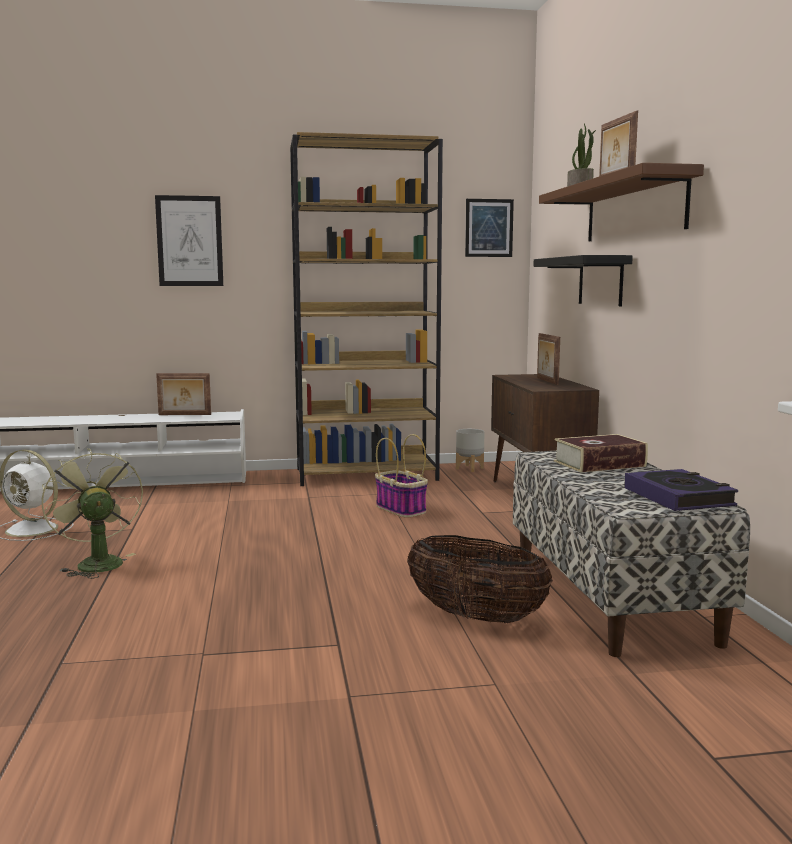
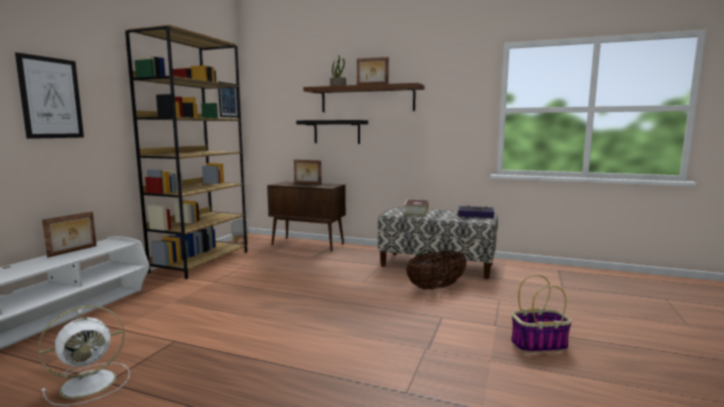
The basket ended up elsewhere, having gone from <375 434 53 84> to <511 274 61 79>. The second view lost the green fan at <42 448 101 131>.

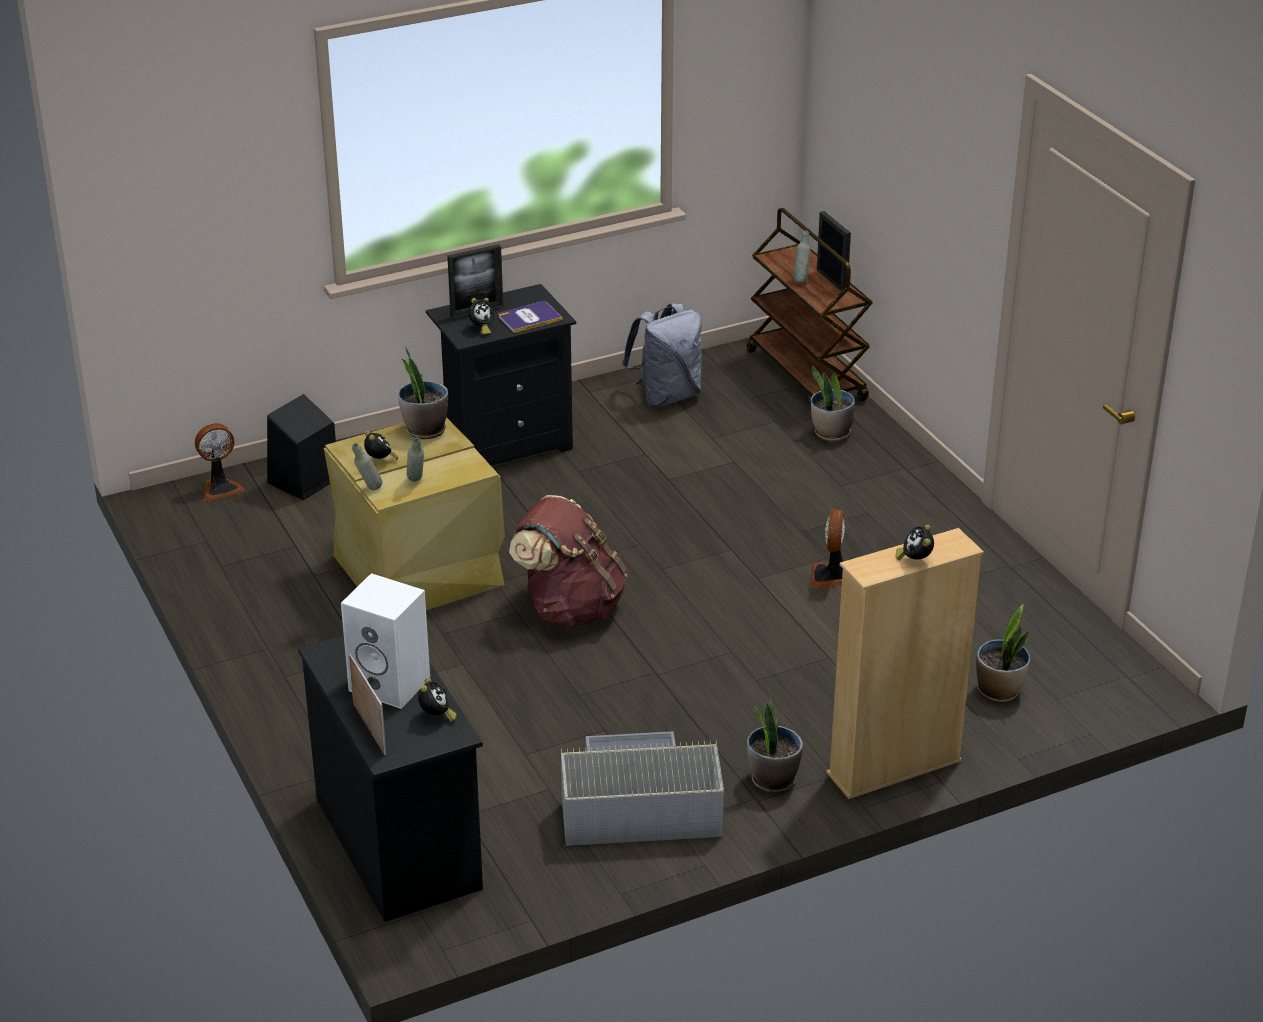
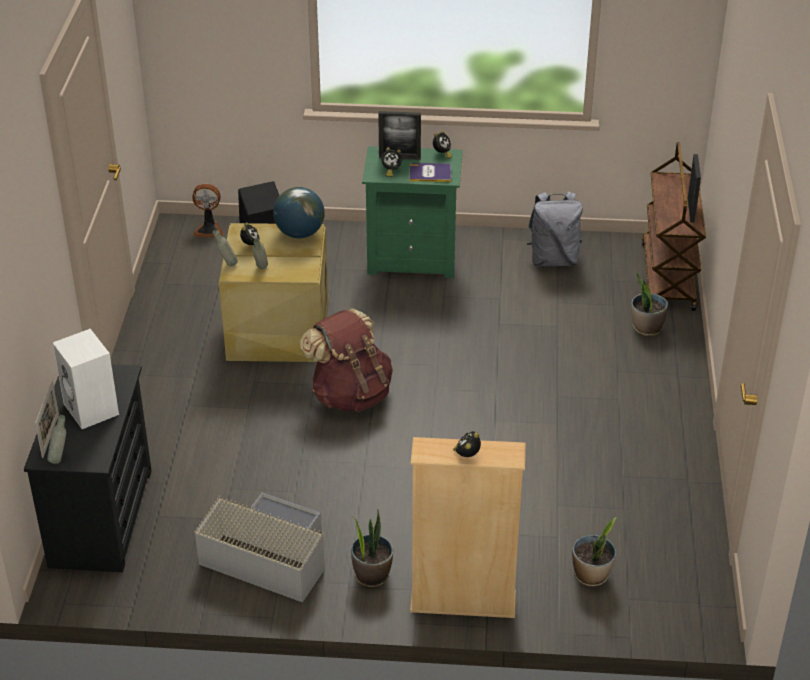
The grey bottle ended up elsewhere, having gone from <794 230 17 53> to <47 415 19 49>. Where the potted plant stood at <398 347 50 92>, the globe came to stand at <273 187 52 51>. What was the black nightstand at <426 284 150 182> turned into the green nightstand at <362 146 101 132>. The alarm clock ended up elsewhere, having gone from <418 678 39 44> to <433 131 19 28>. The second view lost the fan at <810 509 35 80>.

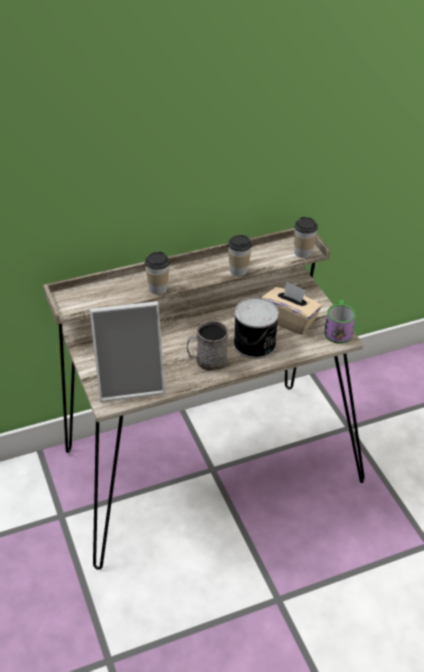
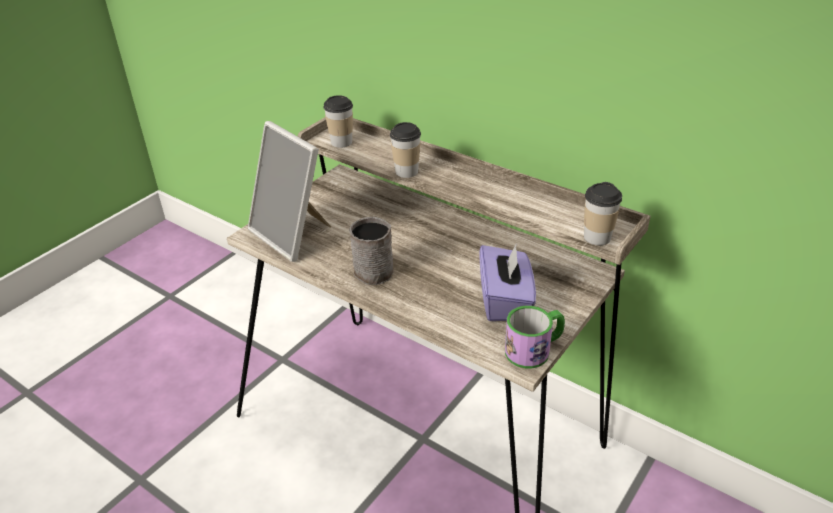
The cup ended up elsewhere, having gone from <228 235 24 41> to <324 95 29 52>. What was the beige tissue box at <261 281 61 54> turned into the purple tissue box at <479 244 57 77>. The second view lost the can at <233 297 46 62>.

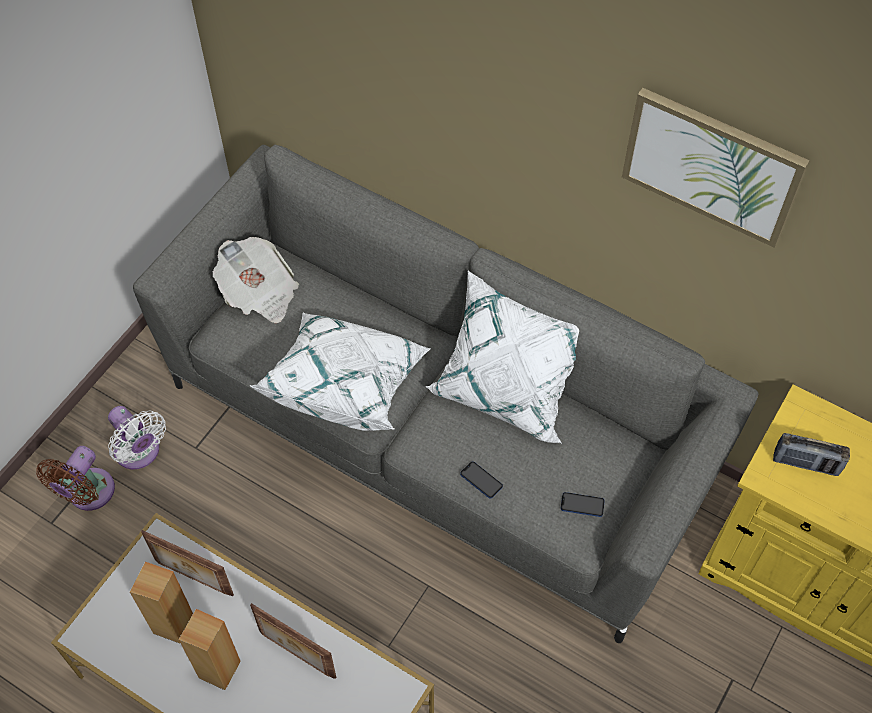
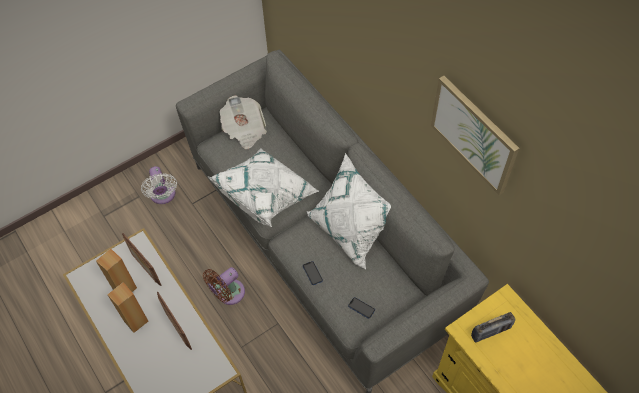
The brown fan ended up elsewhere, having gone from <36 446 79 65> to <203 267 42 38>. The radio at <773 433 77 43> ended up facing another way, 60 degrees counterclockwise from before.

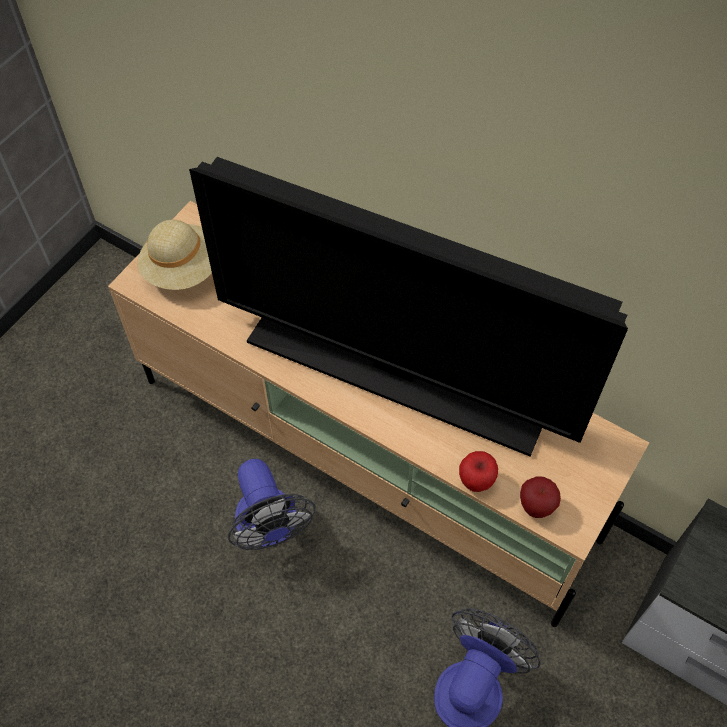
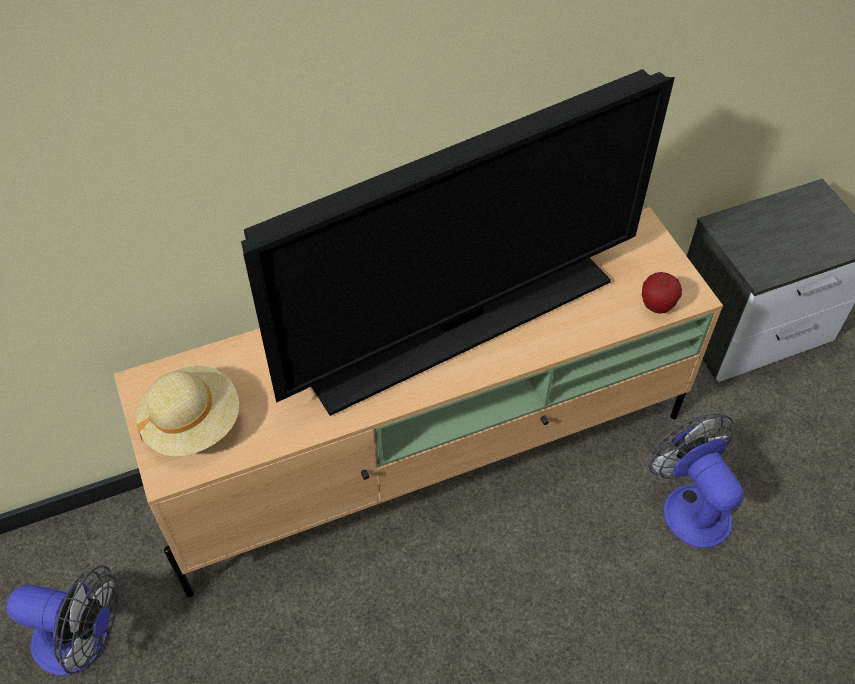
The fan ended up elsewhere, having gone from <228 459 88 91> to <6 565 112 111>. The second view lost the apple at <459 451 39 41>.

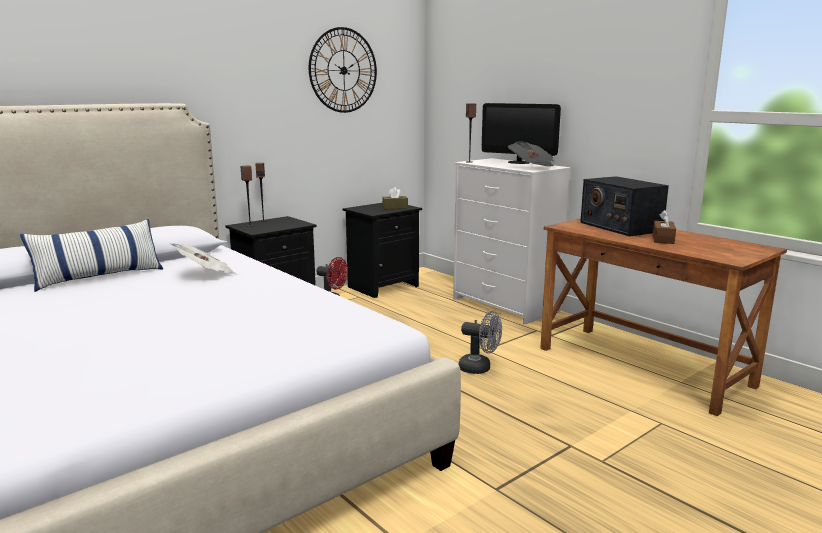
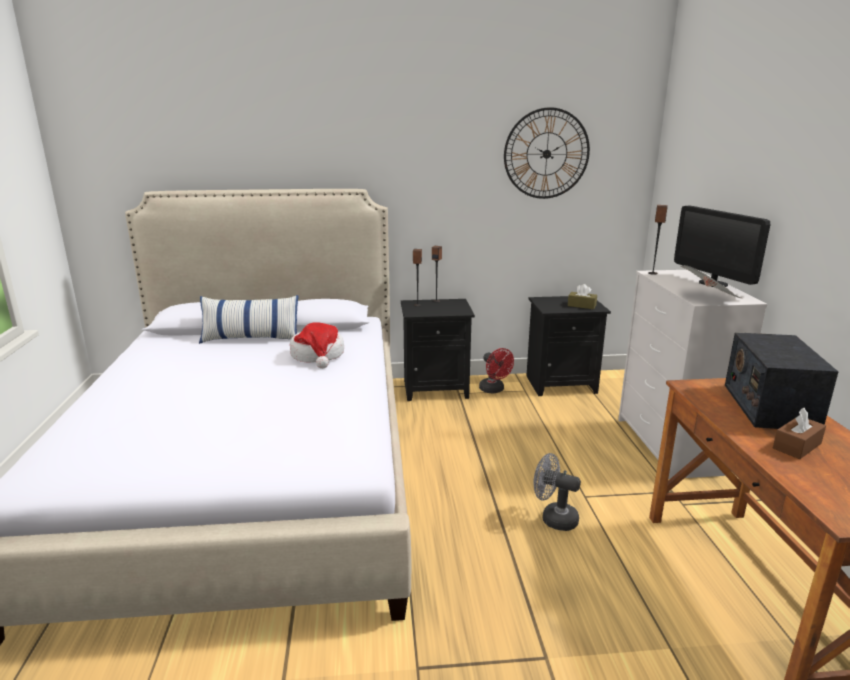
Where the newspaper stood at <169 243 68 31>, the hat came to stand at <290 322 54 47>. The grey fan at <459 311 43 63> ended up facing another way, 150 degrees clockwise from before.

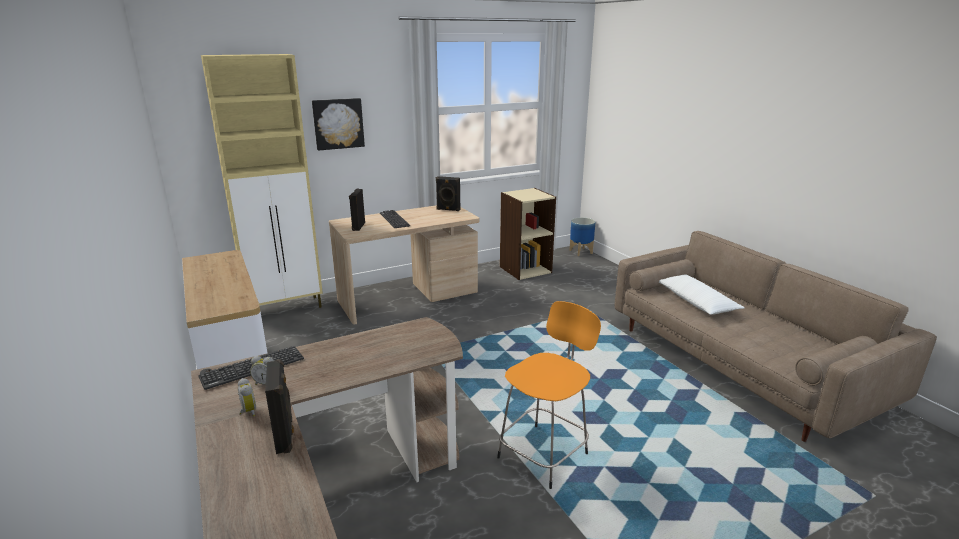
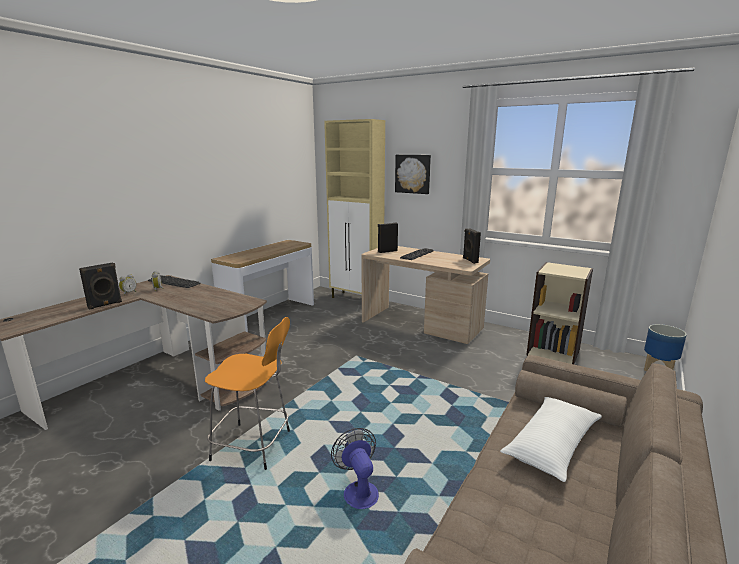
The second view gained the fan at <331 428 48 81>.

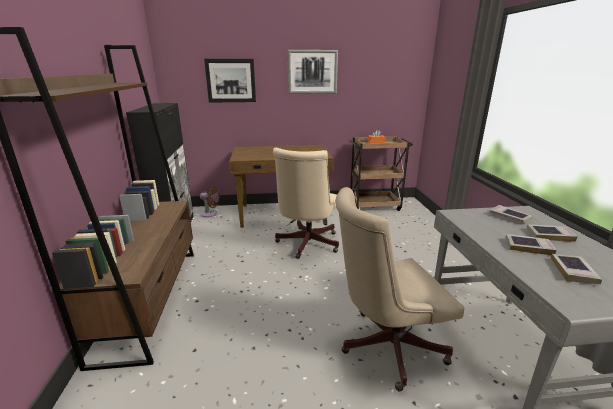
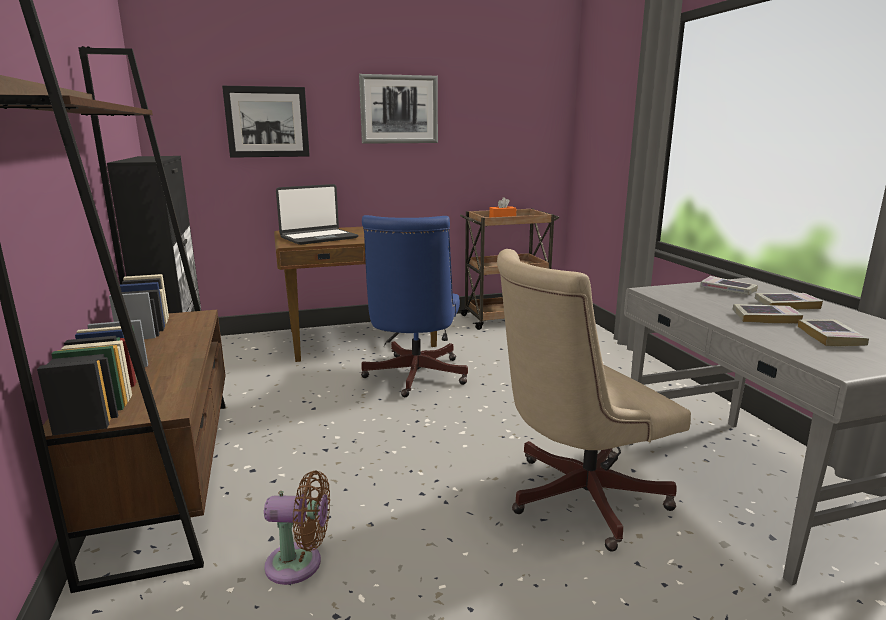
The brown fan ended up elsewhere, having gone from <200 186 20 31> to <264 471 66 114>. The second view gained the laptop at <276 184 83 61>. What was the beige office chair at <273 148 66 111> turned into the blue office chair at <361 215 107 182>.

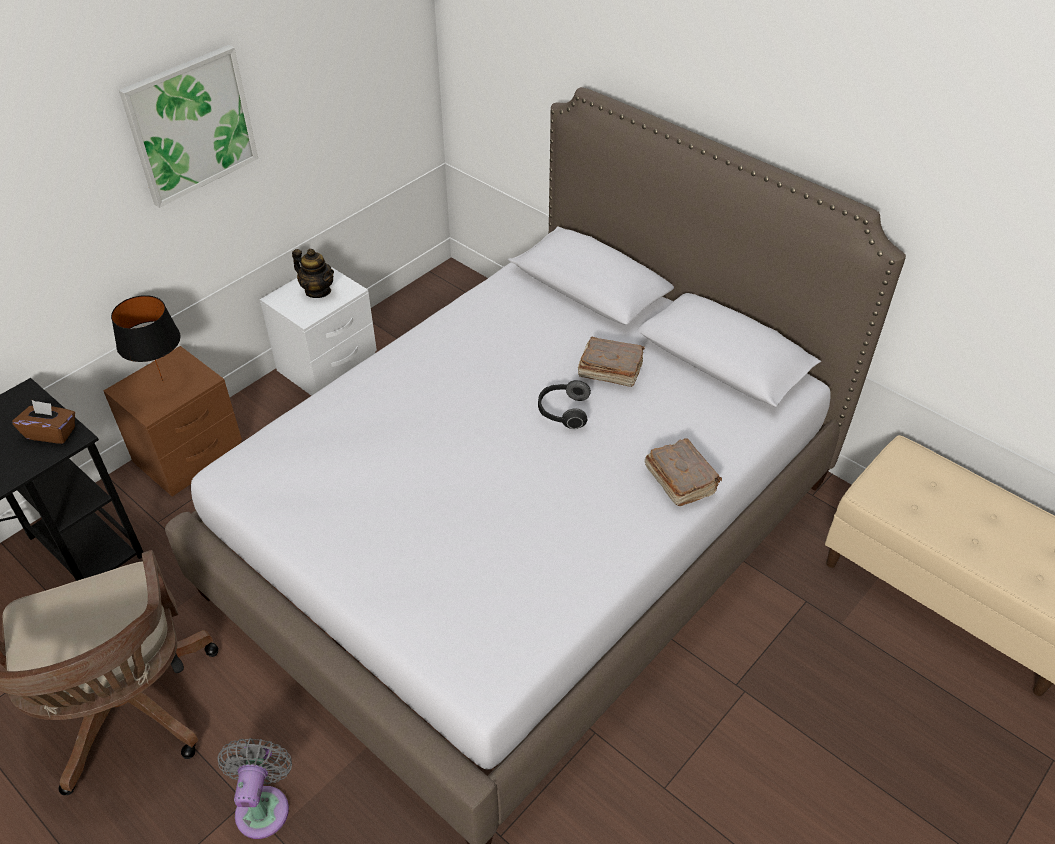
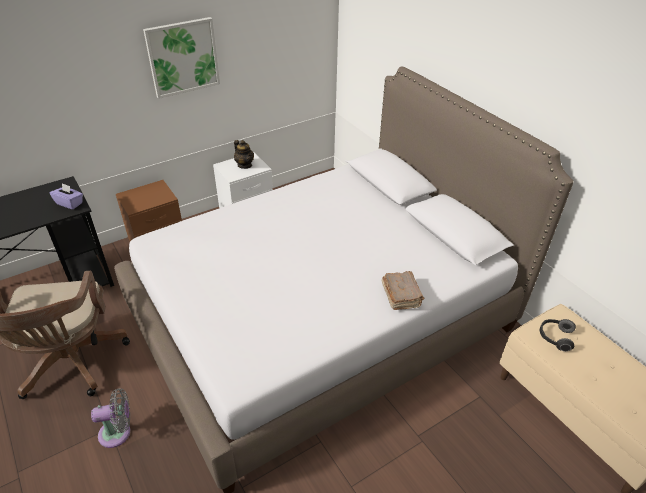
What was the brown tissue box at <12 400 63 44> turned into the purple tissue box at <50 183 33 26>. The grey fan at <218 738 74 101> ended up facing another way, 60 degrees clockwise from before. The headphones ended up elsewhere, having gone from <538 380 53 49> to <540 319 36 32>. The second view lost the black table lamp at <111 295 70 86>. The second view lost the brown book at <578 337 67 50>.

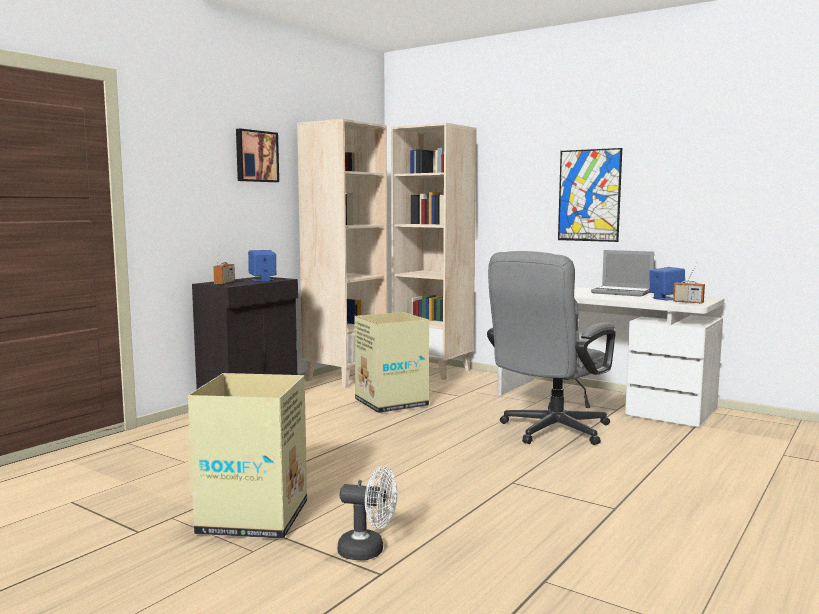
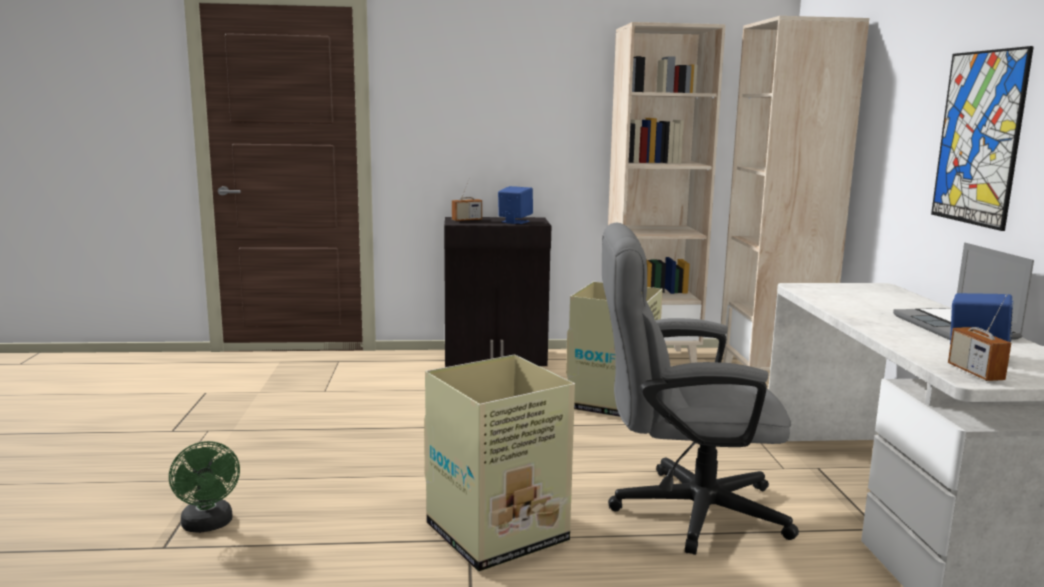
What was the white fan at <337 466 61 94> turned into the green fan at <169 441 71 92>. The cardboard box ended up elsewhere, having gone from <188 373 119 166> to <424 355 151 217>. The second view lost the picture at <236 129 43 53>.

